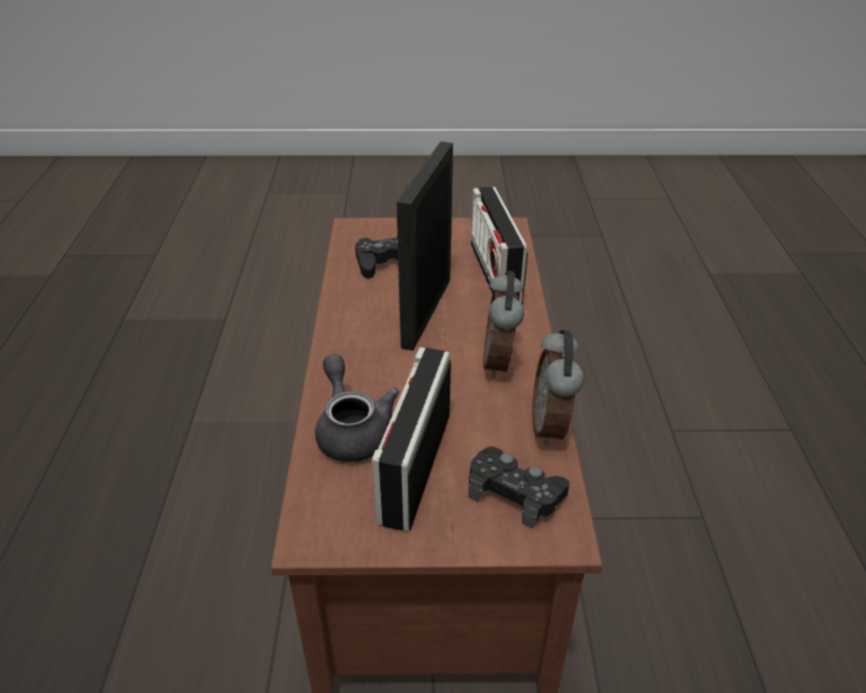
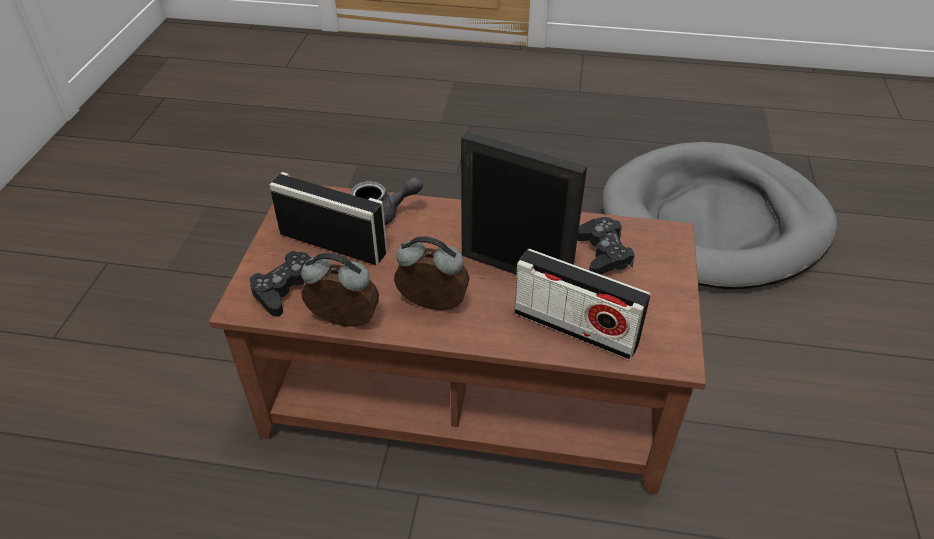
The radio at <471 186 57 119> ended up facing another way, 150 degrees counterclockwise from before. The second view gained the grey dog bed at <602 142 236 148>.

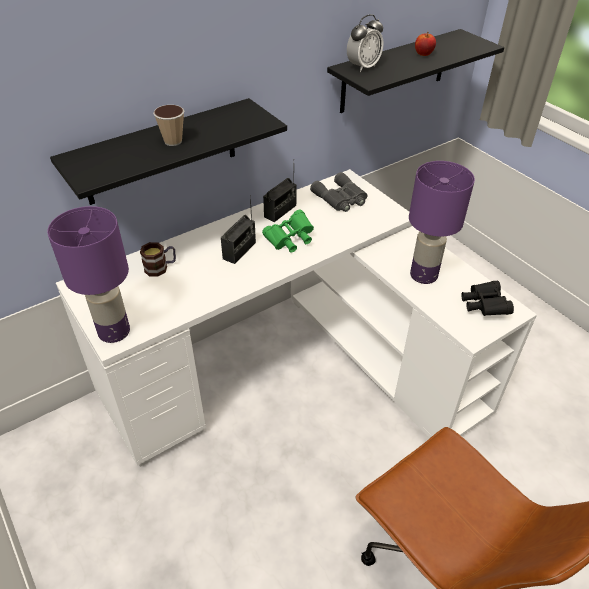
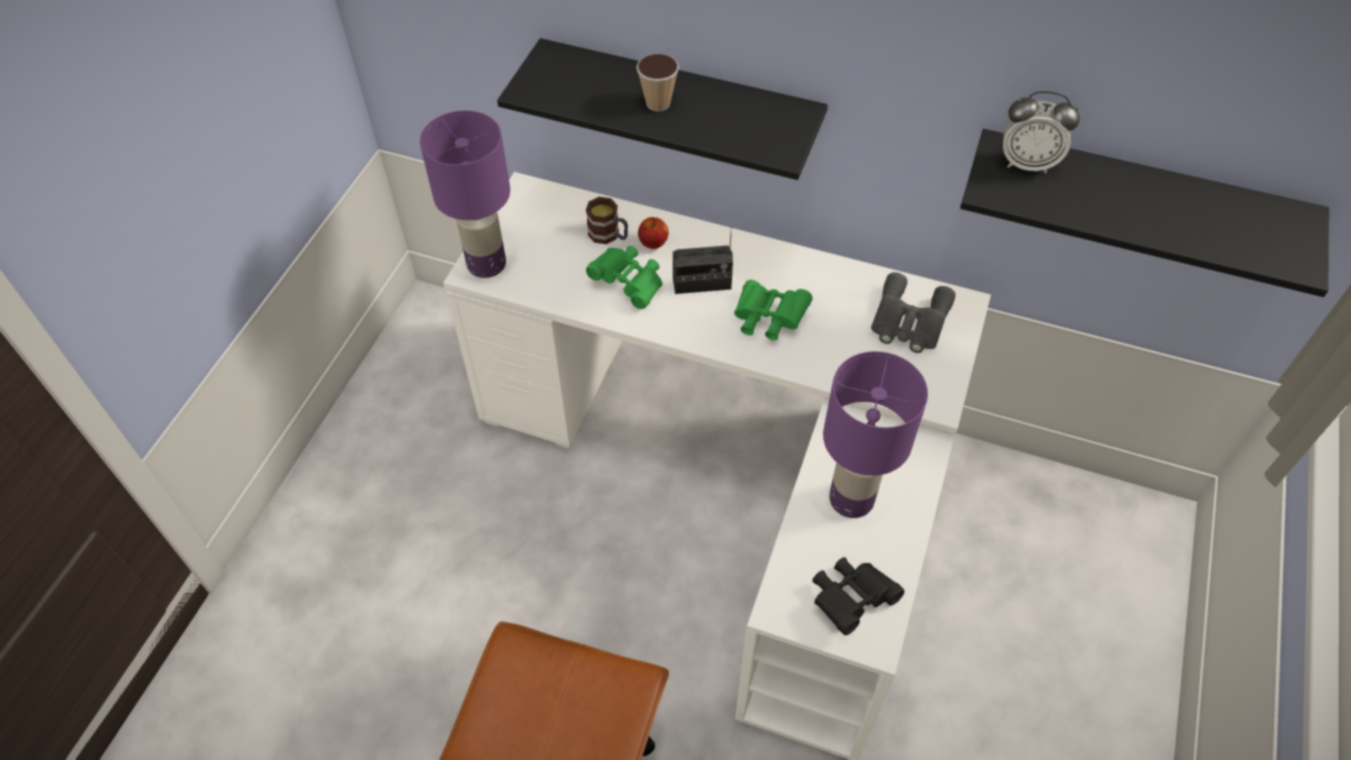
The second view gained the green binoculars at <586 246 76 63>. The apple ended up elsewhere, having gone from <415 32 21 24> to <638 217 31 32>. The second view lost the radio at <263 172 34 50>.

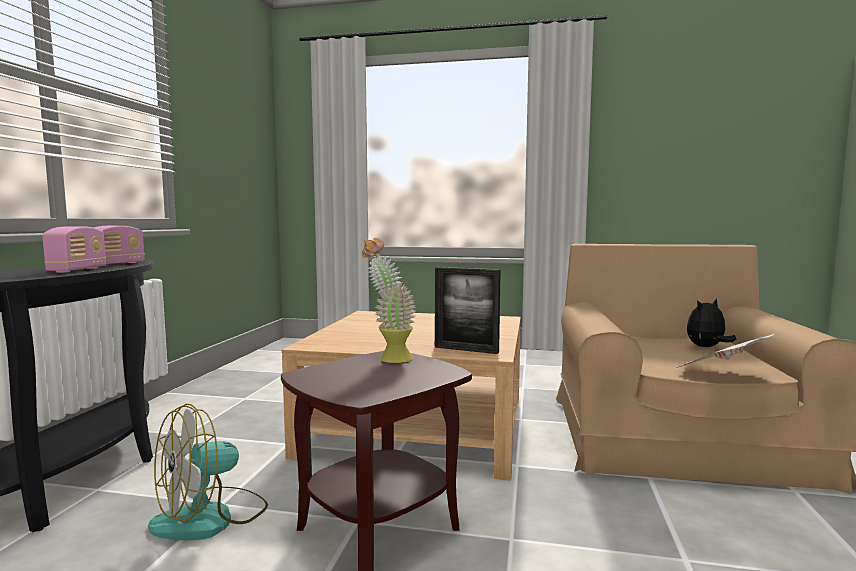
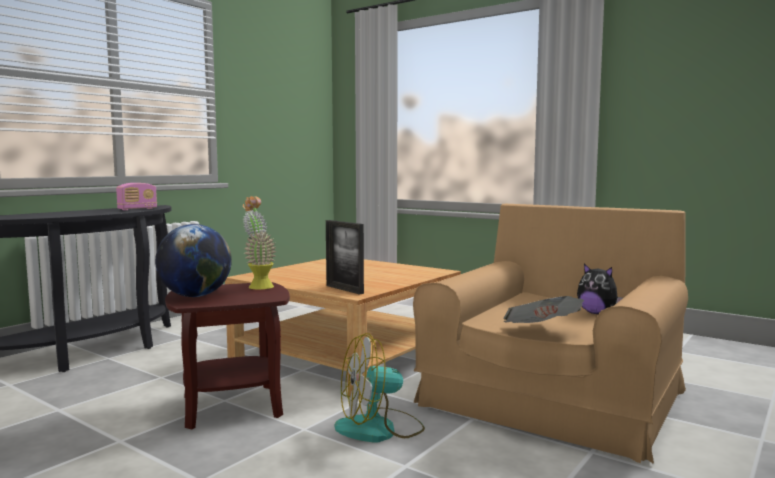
The second view gained the globe at <155 224 77 73>. The fan ended up elsewhere, having gone from <148 404 120 137> to <335 333 90 109>. The plush toy at <687 298 50 49> ended up facing another way, 135 degrees counterclockwise from before. The second view lost the radio at <42 226 64 47>.

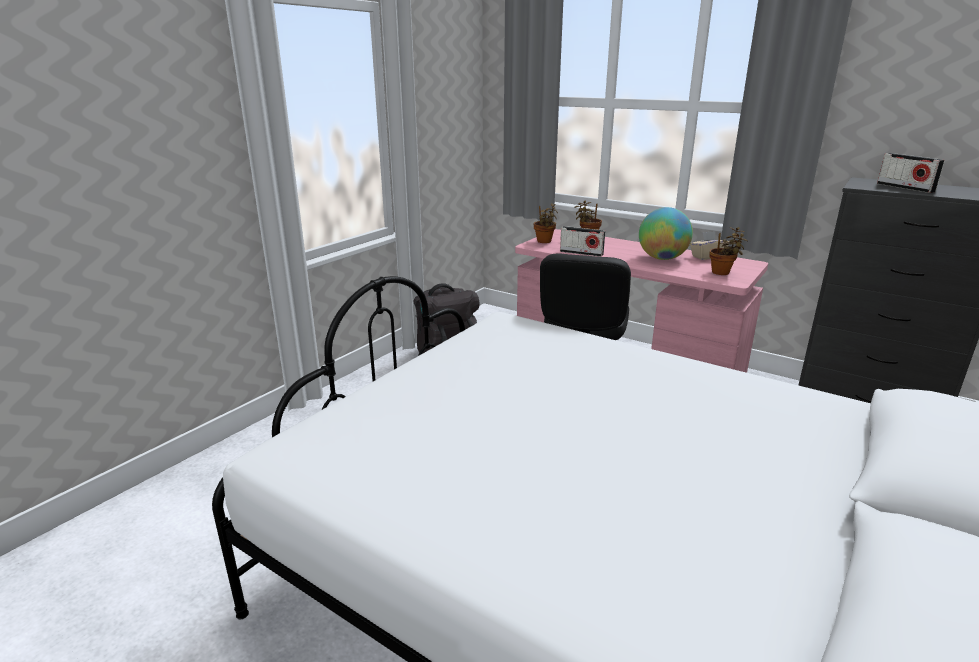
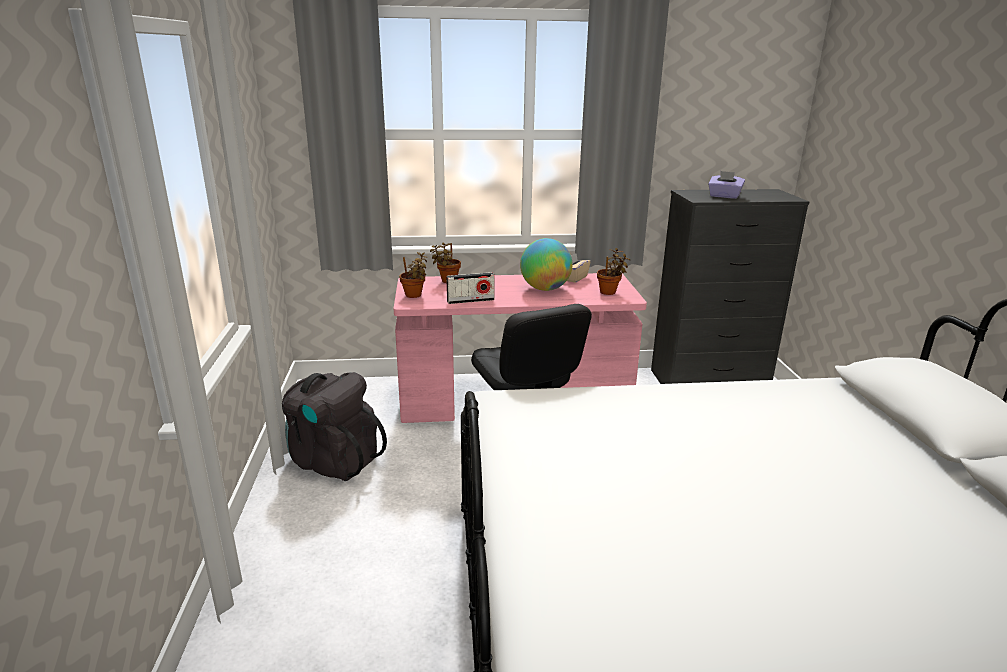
Where the radio stood at <877 153 68 40>, the purple tissue box came to stand at <708 171 37 28>.

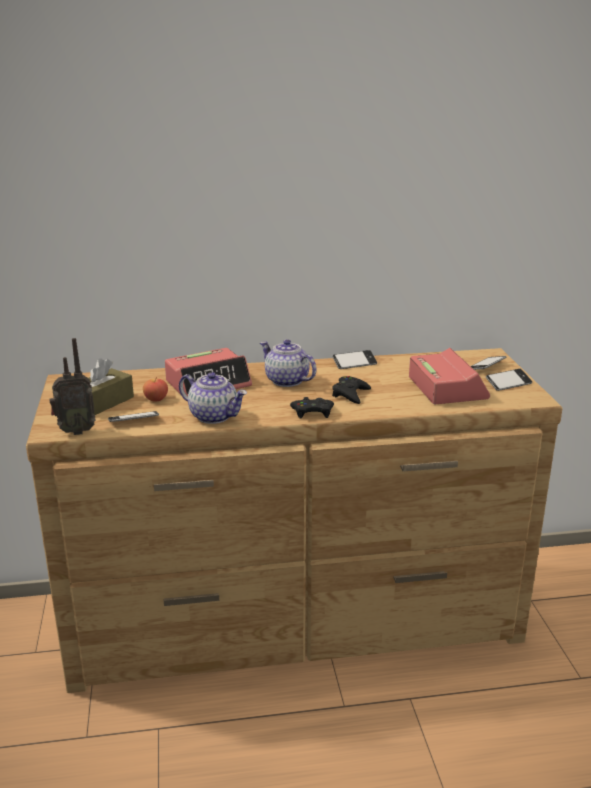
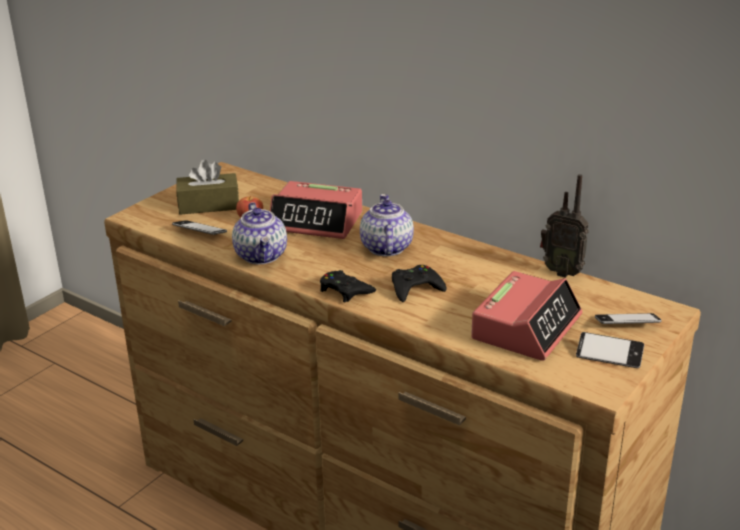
The radio ended up elsewhere, having gone from <49 338 47 97> to <540 174 49 104>. The second view lost the phone at <332 350 45 19>.

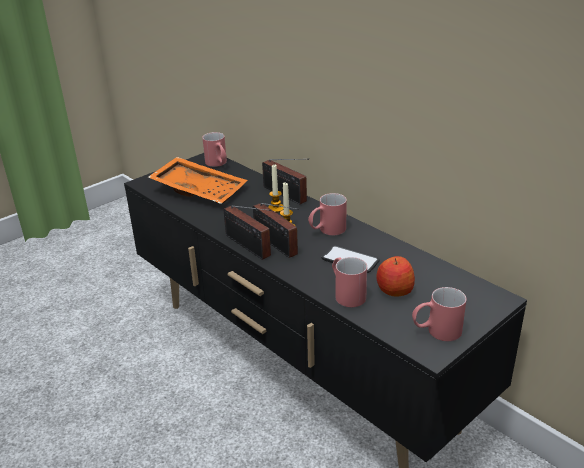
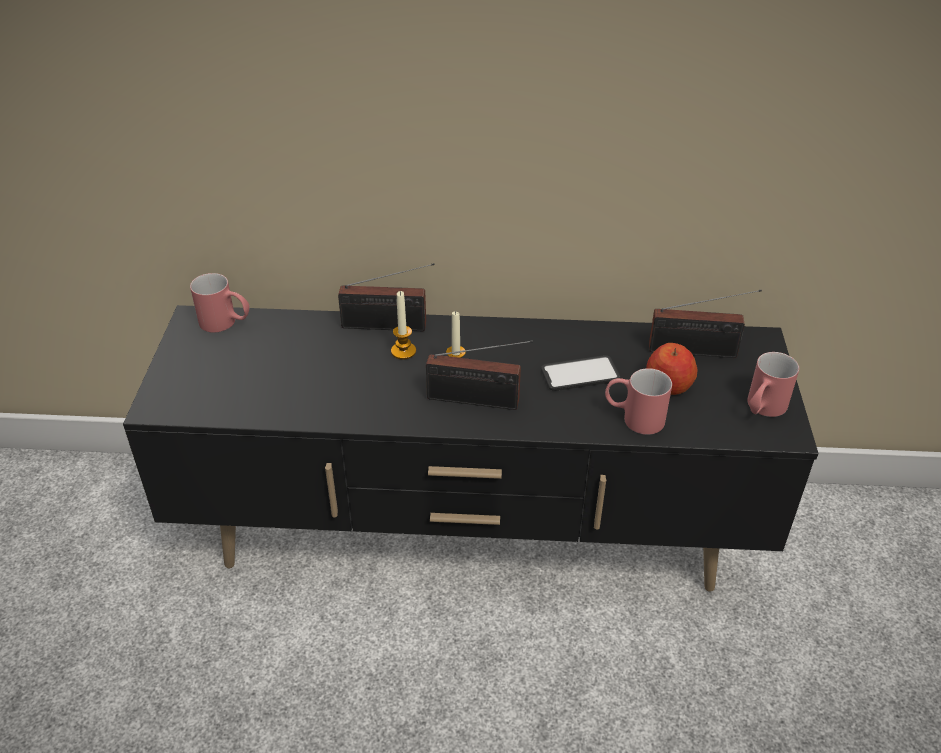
The radio ended up elsewhere, having gone from <223 206 48 54> to <649 290 113 68>. The second view lost the orange tray at <148 157 100 47>. The second view lost the red mug at <308 193 39 43>.

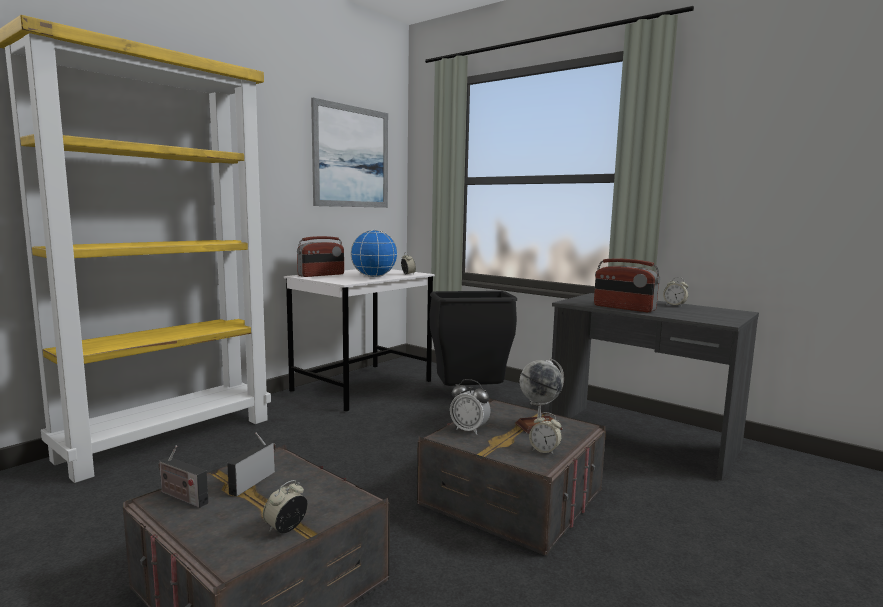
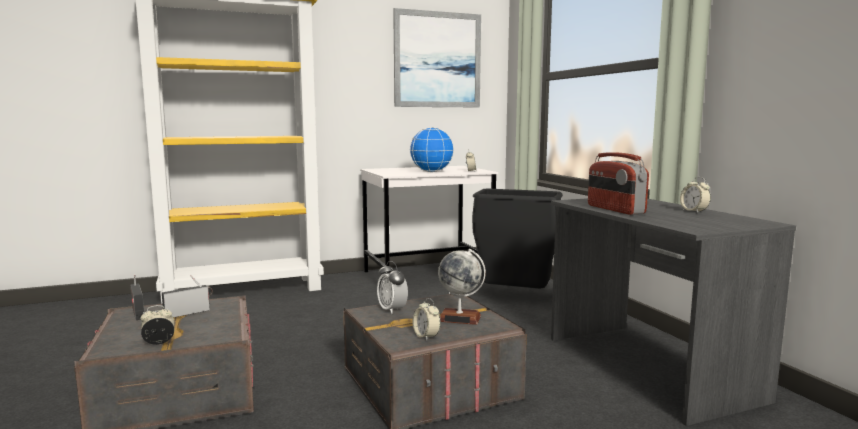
The second view lost the radio at <297 236 47 41>.

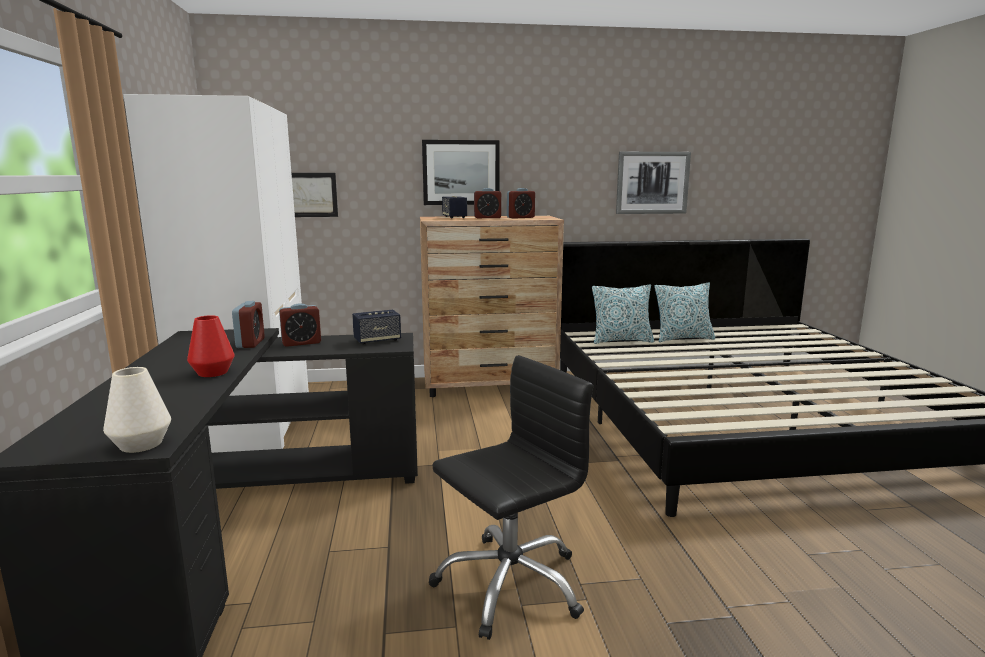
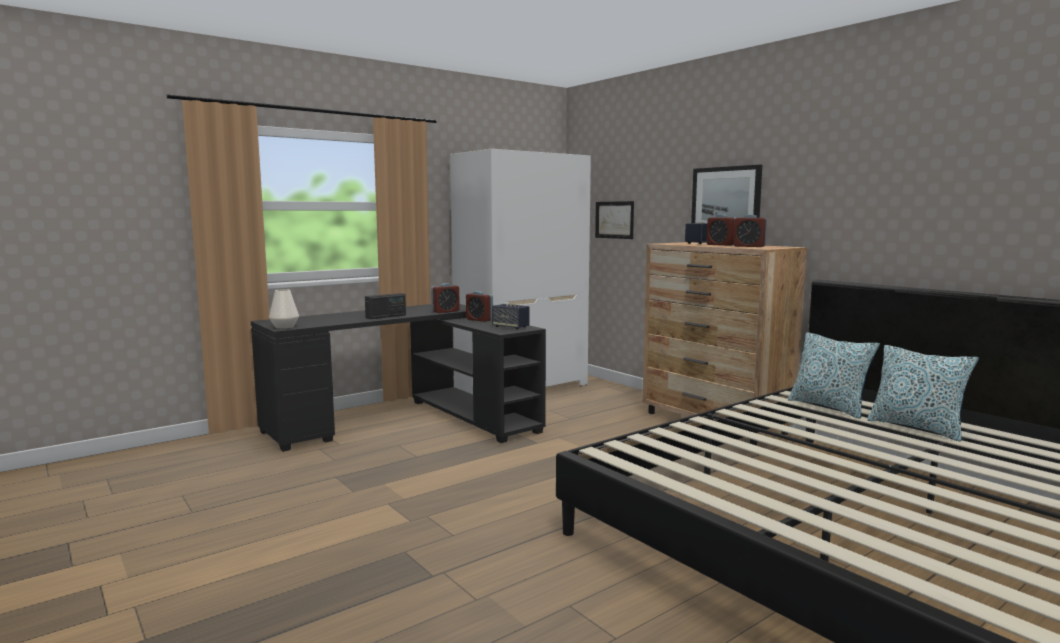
Where the red vase stood at <187 315 48 62>, the radio came to stand at <365 293 41 26>. The second view lost the black office chair at <429 355 164 285>. The second view lost the picture at <616 152 75 62>.

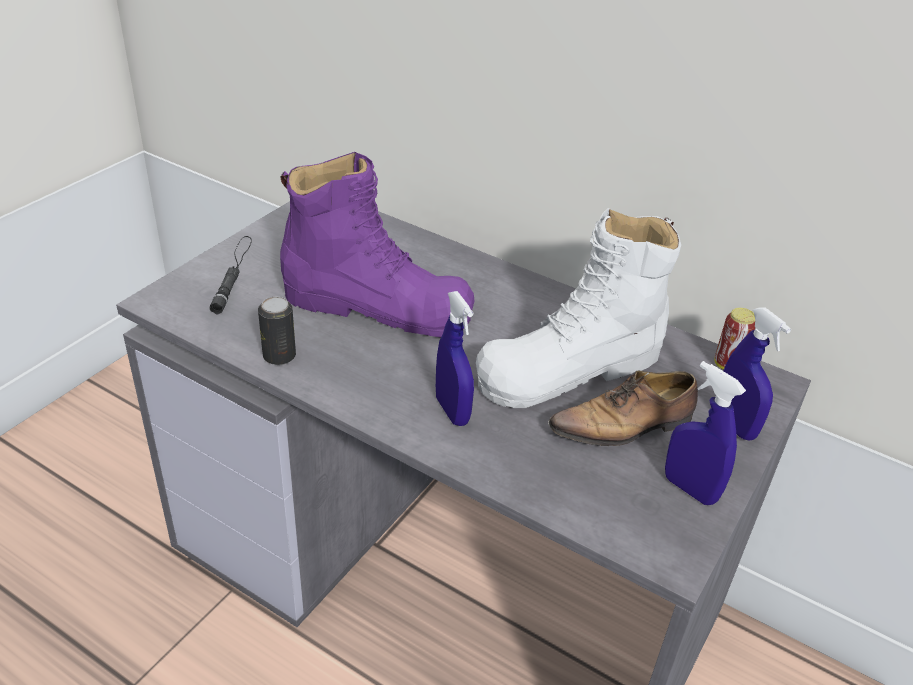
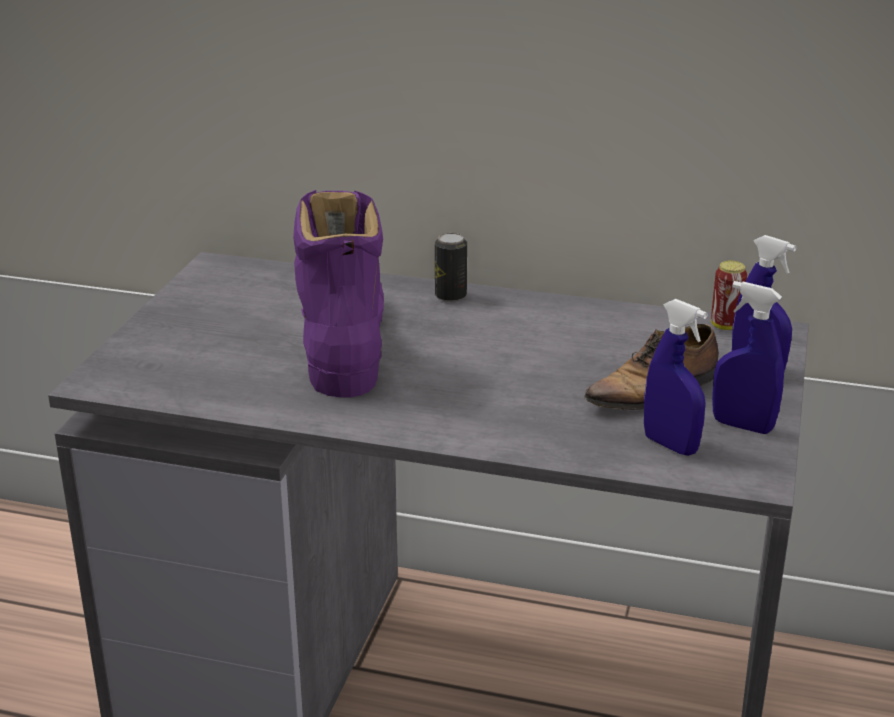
The purple boot at <280 152 194 186> ended up facing another way, 90 degrees counterclockwise from before. The can ended up elsewhere, having gone from <258 297 38 68> to <435 233 32 69>. The blue spray bottle ended up elsewhere, having gone from <436 291 38 135> to <644 299 64 157>. The second view lost the black flashlight at <210 236 42 78>. The second view lost the white boot at <476 208 205 200>.

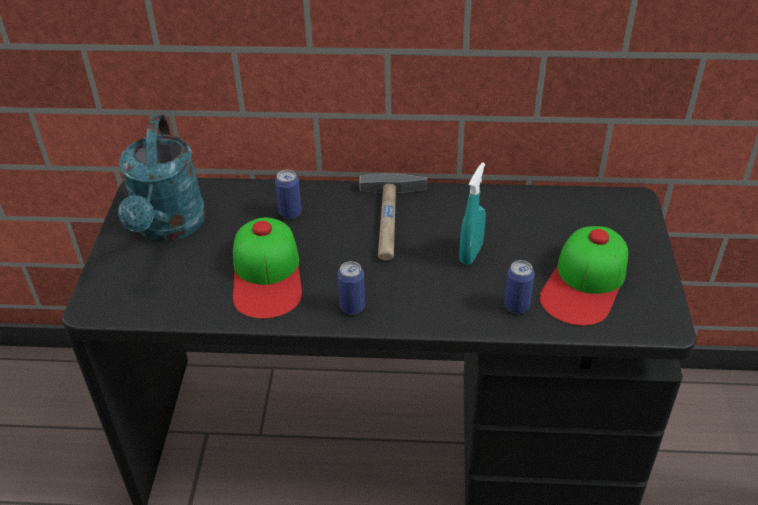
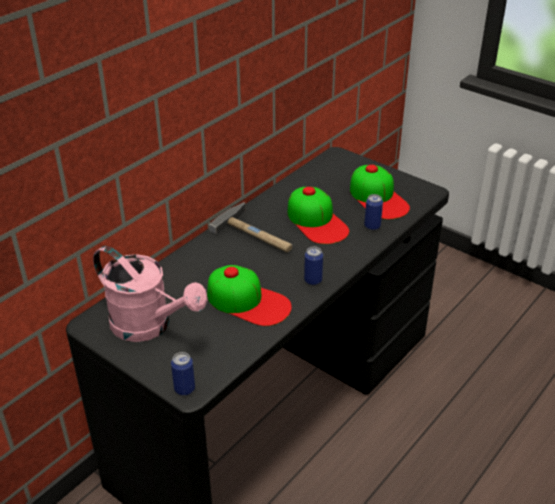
What was the turquoise watering can at <118 115 88 127> turned into the pink watering can at <93 246 115 96>. The can ended up elsewhere, having gone from <275 170 27 49> to <171 352 24 44>. Where the turquoise spray bottle stood at <459 162 27 103>, the cap came to stand at <288 187 61 57>.

